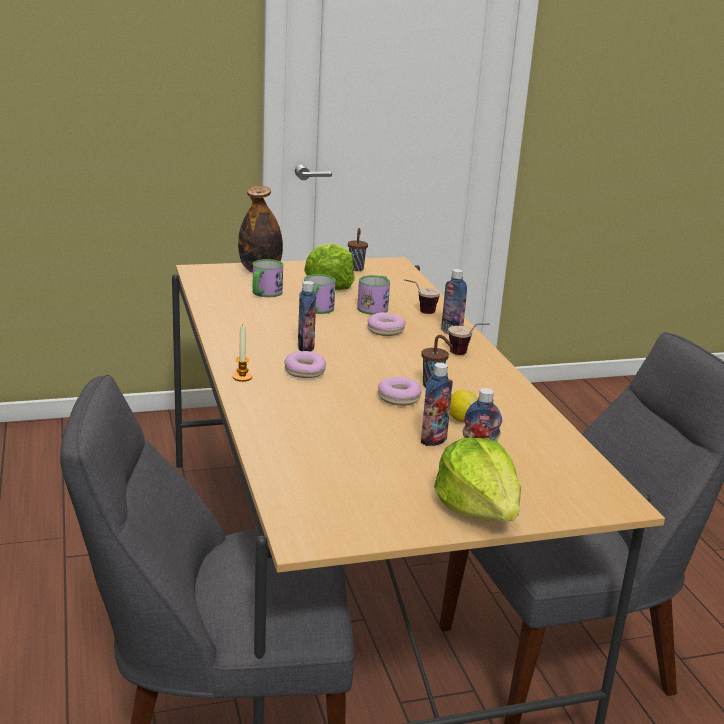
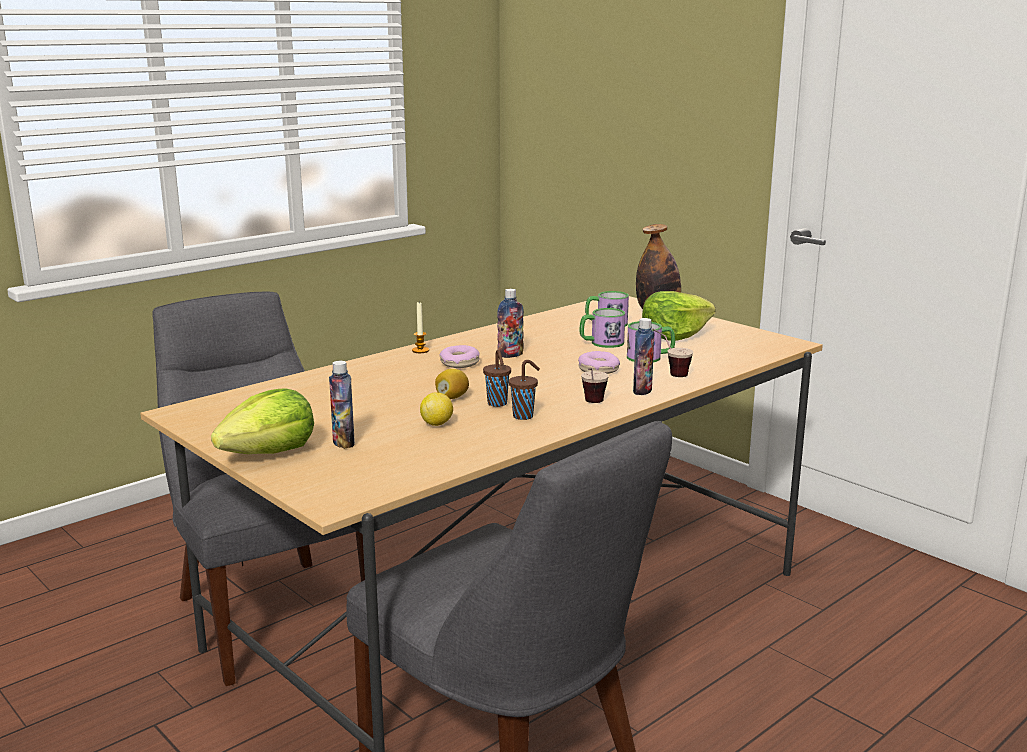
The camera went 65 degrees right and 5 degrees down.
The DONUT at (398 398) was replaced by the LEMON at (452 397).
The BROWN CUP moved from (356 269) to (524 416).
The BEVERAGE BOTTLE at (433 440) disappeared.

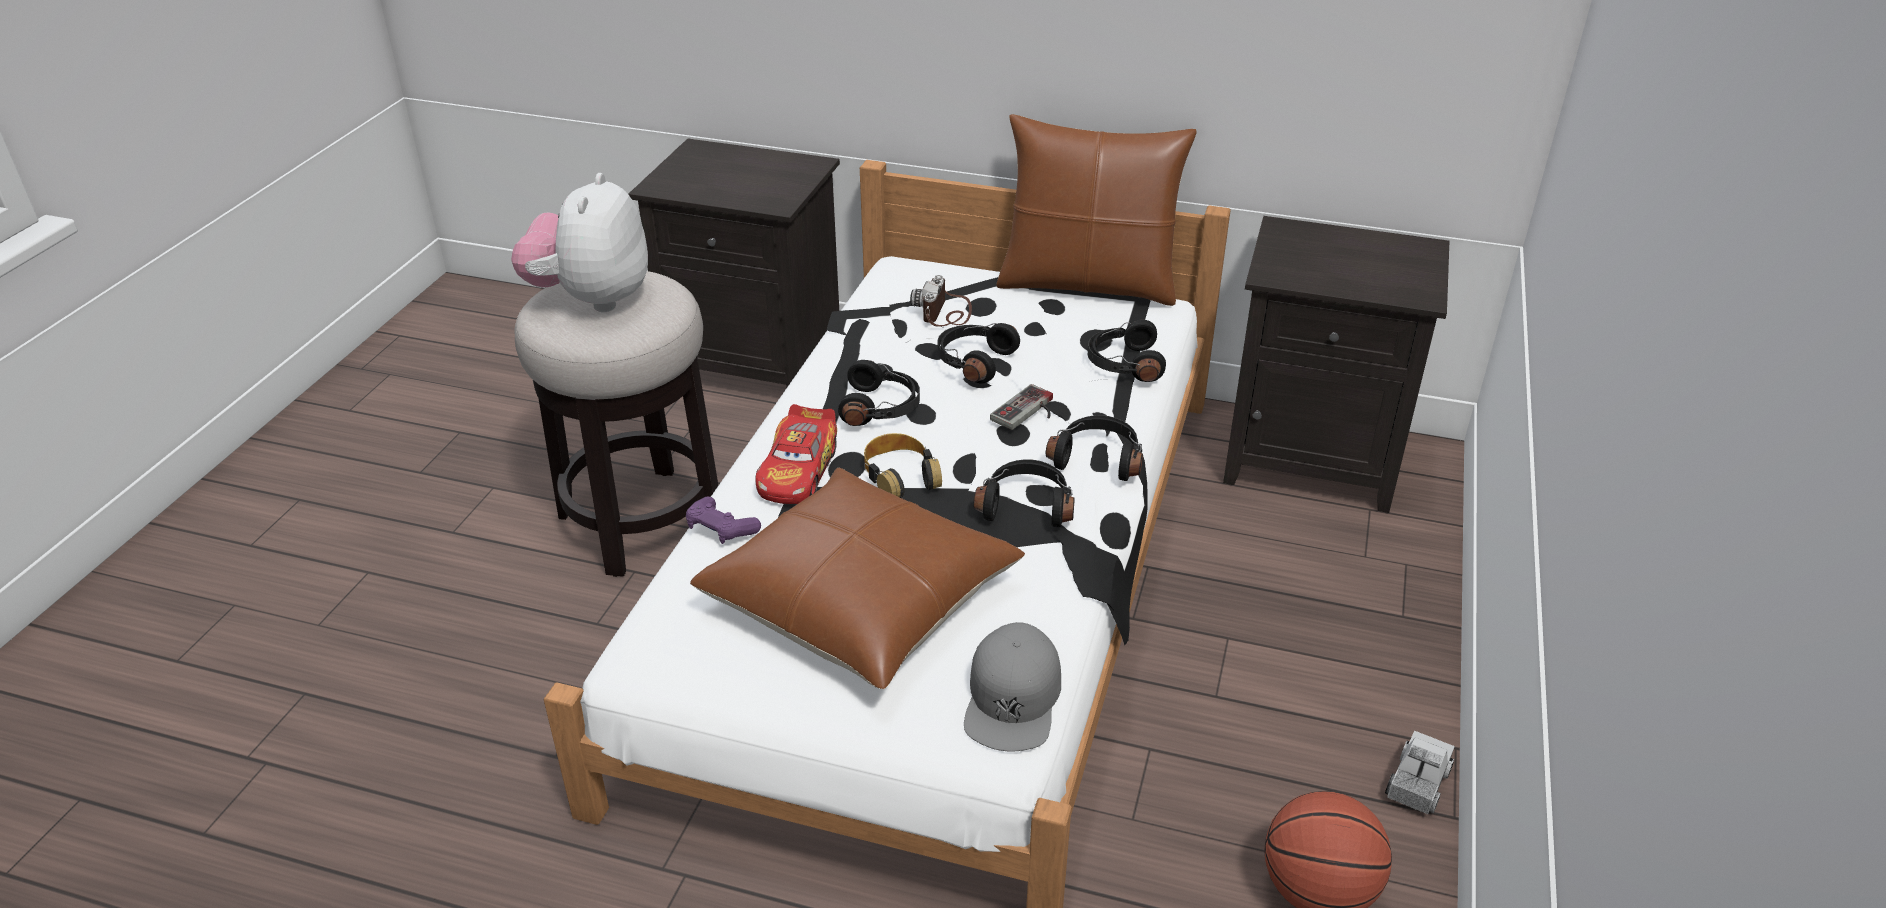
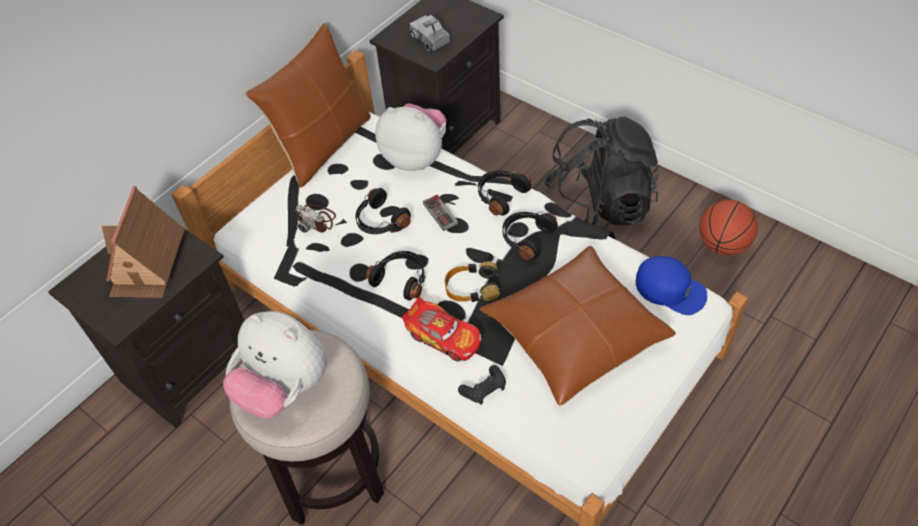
The camera went 65 degrees left and 15 degrees up.
The MODEL HOUSE at (147 263) appeared.
The BLACK-COLOURED HEADPHONES at (1123 364) was replaced by the PLUSH TOY at (416 157).
The MODEL TRUCK moved from (1417 784) to (430 40).
The PURPLE JOYPAD at (721 529) became the BLACK-COLOURED JOYPAD at (484 389).
The BLACK-COLOURED BACKPACK at (598 207) appeared.
The GREYISH CAP at (1013 698) became the BLUE-COLOURED CAP at (670 289).

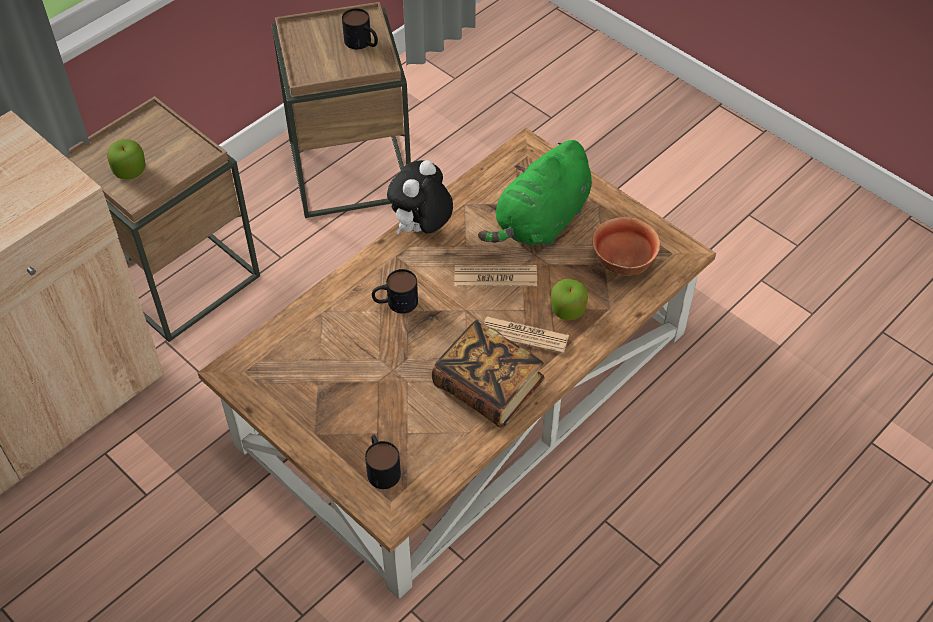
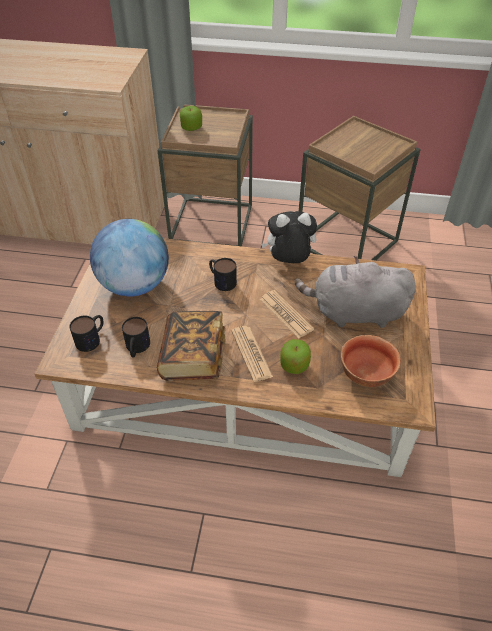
The camera went 55 degrees right and 5 degrees down.
The GLOBE at (135 285) appeared.
The TEA MUG moved from (362 43) to (136 348).
The GREENISH PLUSH TOY at (540 222) became the GREYISH PLUSH TOY at (354 313).

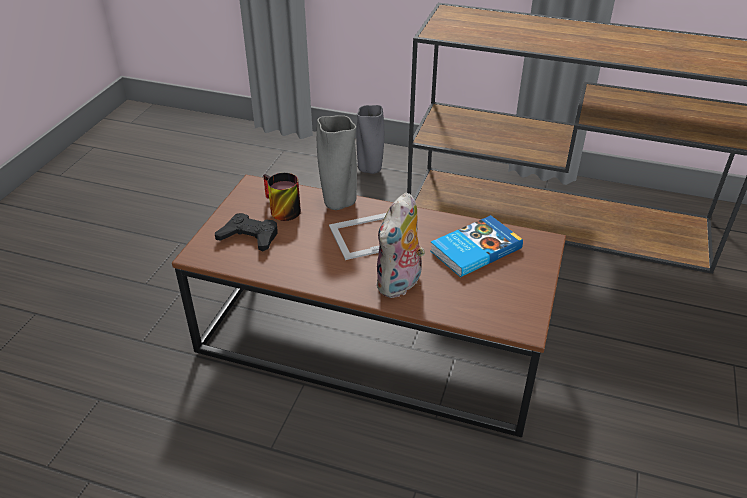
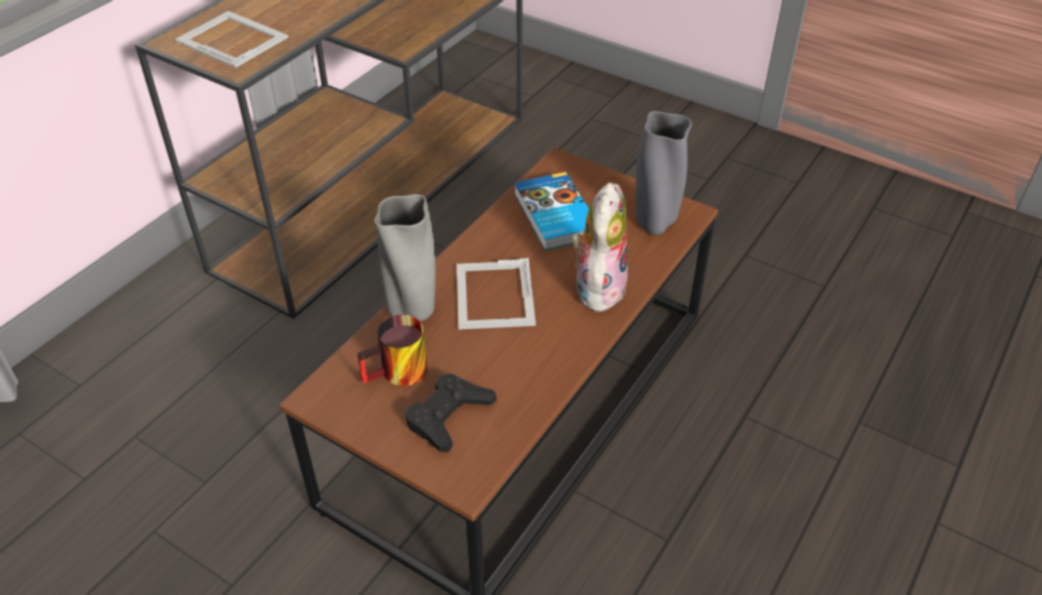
The camera went 75 degrees left and 5 degrees up.
The PICTURE FRAME at (231 38) appeared.
The PLUSH TOY at (400 285) turned 120 degrees counterclockwise.
The GREYISH FLOWER VASE moved from (370 170) to (655 224).

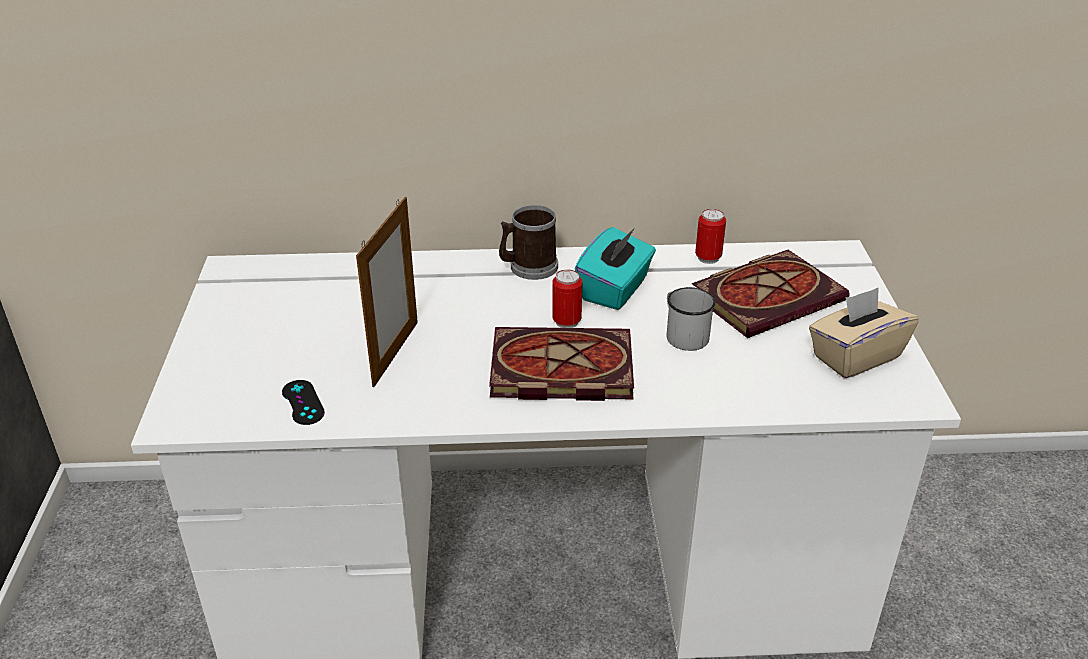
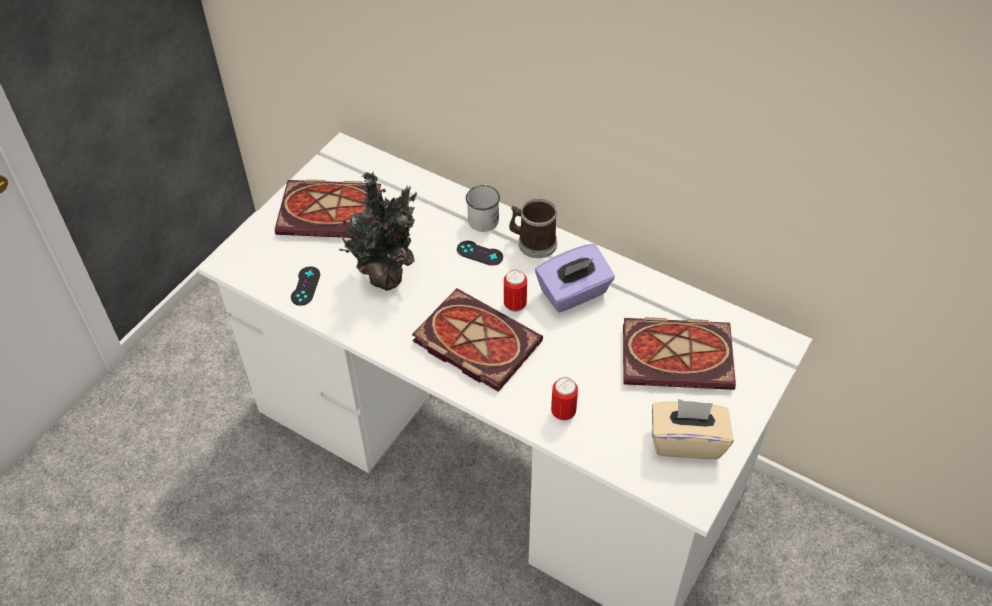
The camera went 35 degrees right and 15 degrees up.
The VOLUME at (333 212) appeared.
The PICTURE FRAME at (395 353) was replaced by the HOUSEPLANT at (387 275).
The BLACK-COLOURED JOYPAD at (479 253) appeared.
The WHITISH TEA MUG moved from (683 334) to (484 217).
The TURQUOISE TISSUE HOLDER at (615 290) became the PURPLE TISSUE HOLDER at (574 293).
The METAL CAN moved from (708 258) to (563 412).

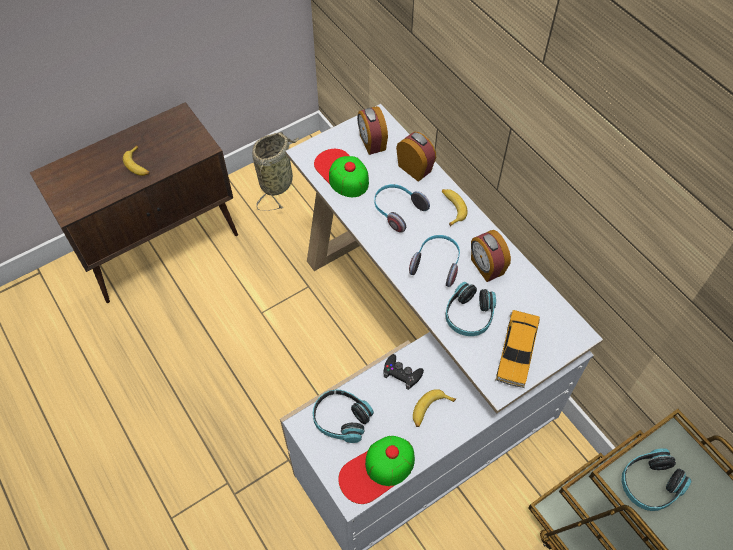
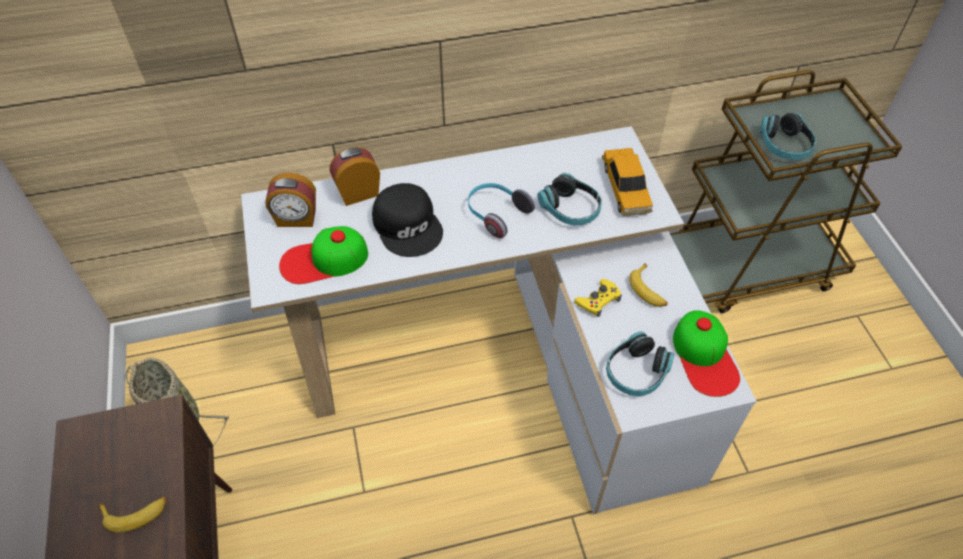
The camera went 70 degrees left and 5 degrees down.
The HEADPHONES at (397 211) was replaced by the BLACK-COLOURED CAP at (408 225).
The BLACK-COLOURED JOYPAD at (402 373) became the YELLOWISH JOYPAD at (598 300).
The TOY CAR at (516 352) turned 45 degrees clockwise.
The WHOLE BANANA at (451 208) disappeared.
The ALARM CLOCK at (486 267) disappeared.

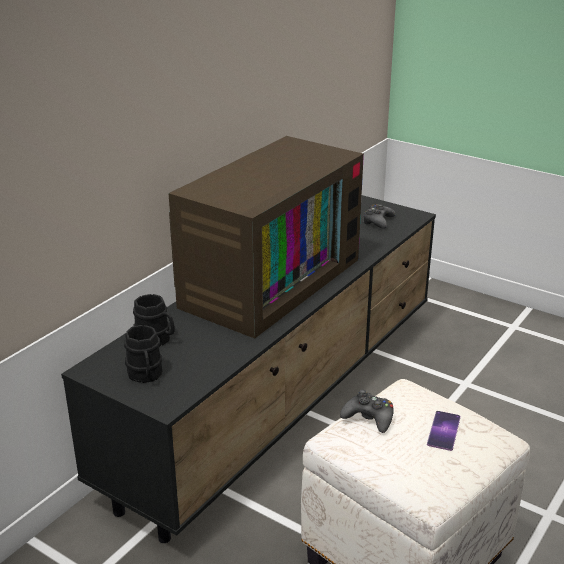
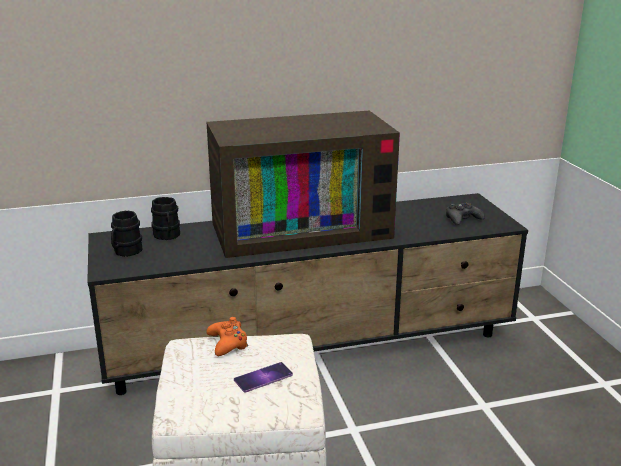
The camera went 40 degrees right and 5 degrees down.
The BLACK-COLOURED JOYPAD at (369 418) became the ORANGE JOYPAD at (228 343).

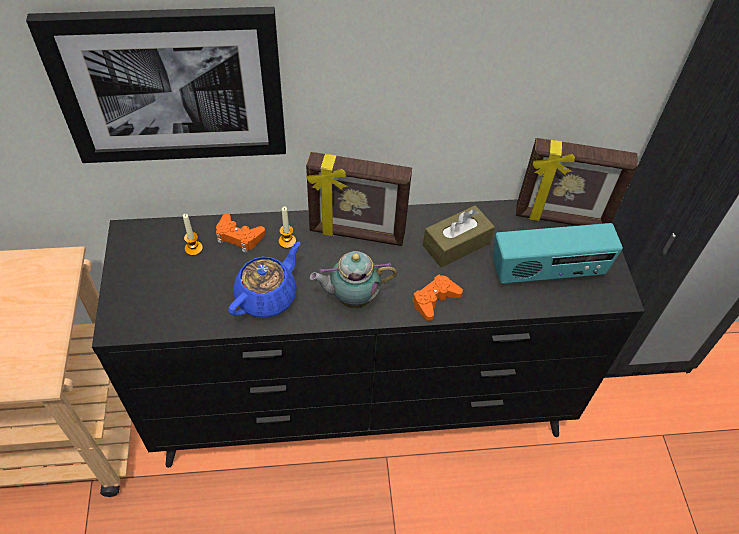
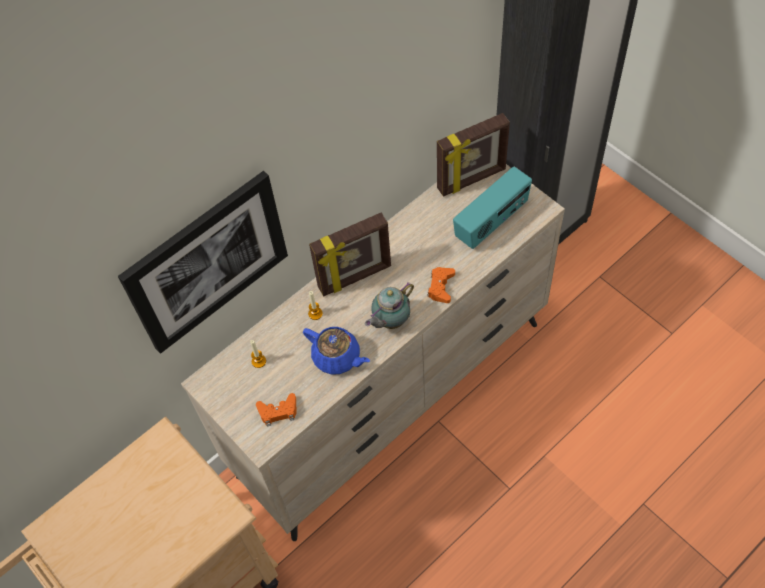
The camera went 30 degrees left and 5 degrees up.
The BLACK-COLOURED DRESSER at (363 405) became the BEIGE DRESSER at (393 398).
The ORANGE JOYPAD moved from (239 236) to (278 412).
The BLUE-COLOURED TEA POT at (267 296) turned 120 degrees clockwise.
The BROWN TISSUE HOLDER at (456 244) disappeared.

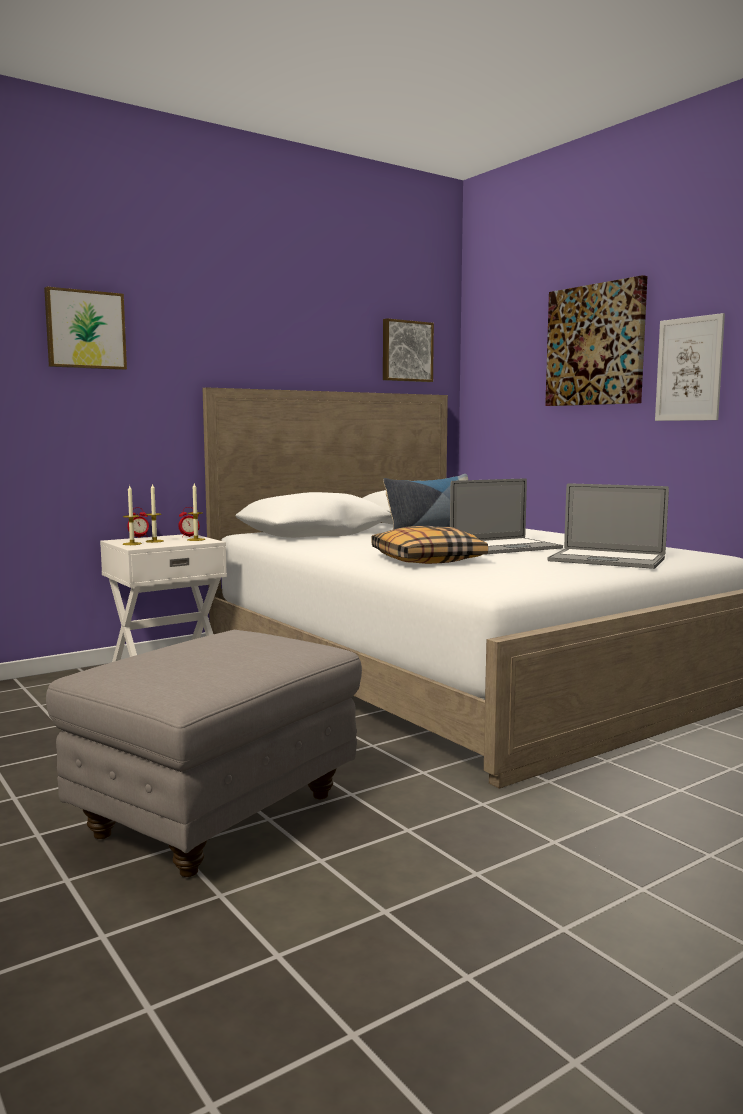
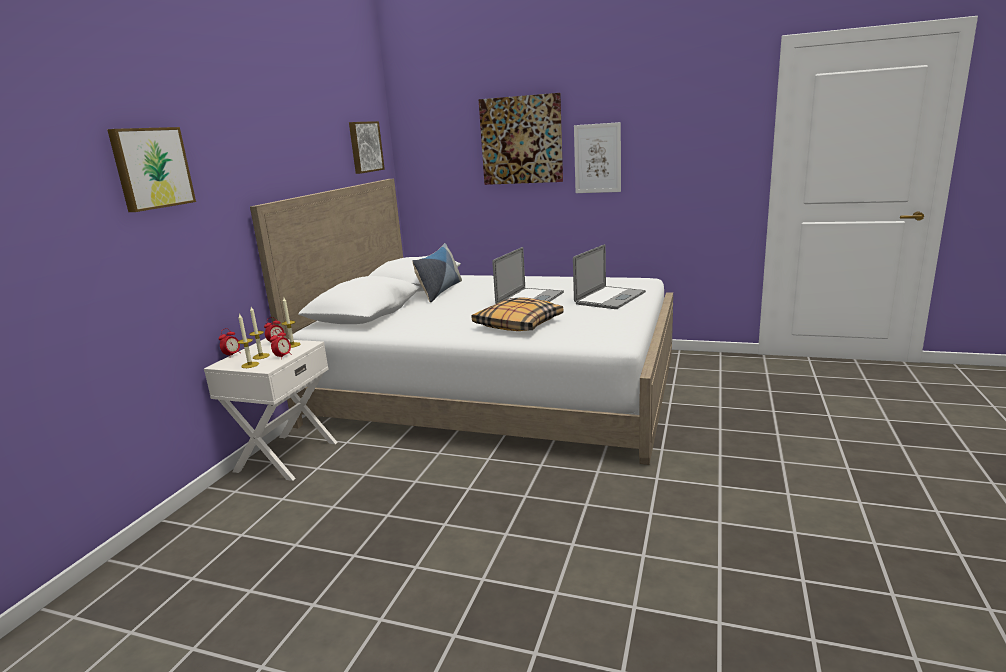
The camera went 35 degrees left and 10 degrees up.
The ALARM CLOCK at (283 356) appeared.
The NOTEBOOK COMPUTER at (606 560) turned 45 degrees counterclockwise.
The GREYISH OTTOMAN at (217 815) disappeared.

